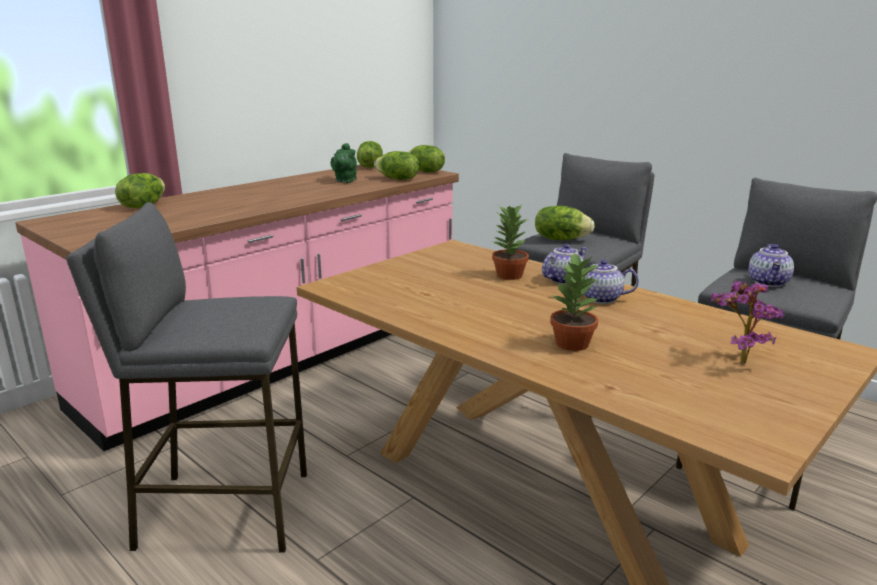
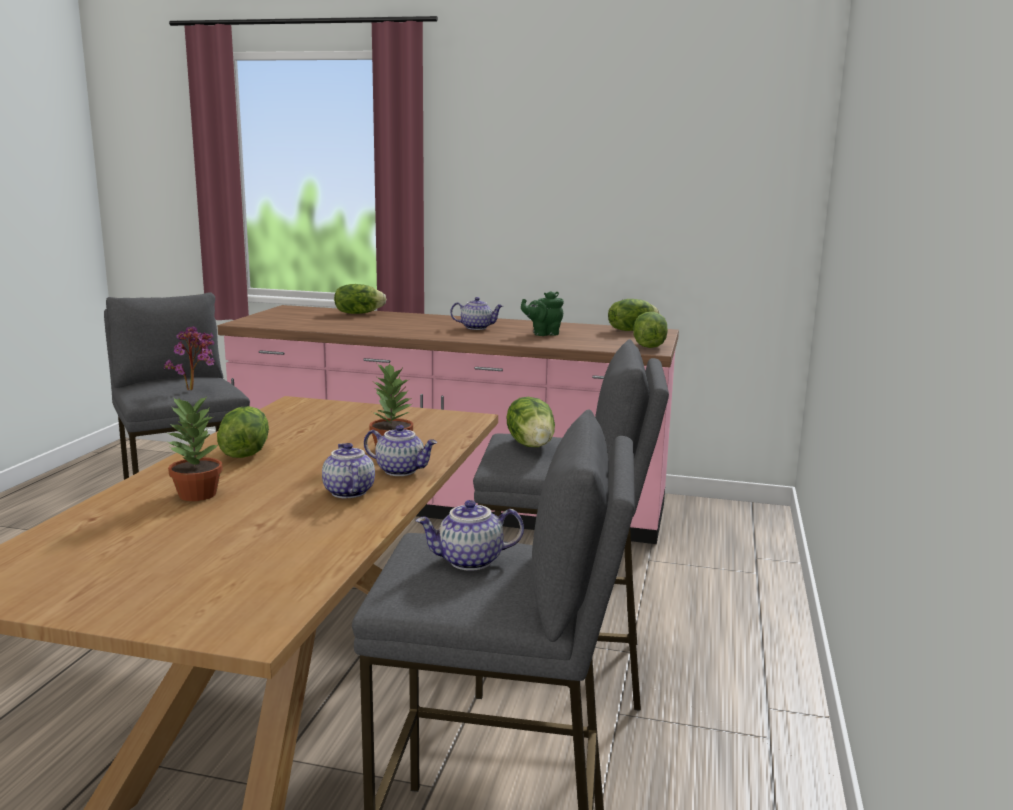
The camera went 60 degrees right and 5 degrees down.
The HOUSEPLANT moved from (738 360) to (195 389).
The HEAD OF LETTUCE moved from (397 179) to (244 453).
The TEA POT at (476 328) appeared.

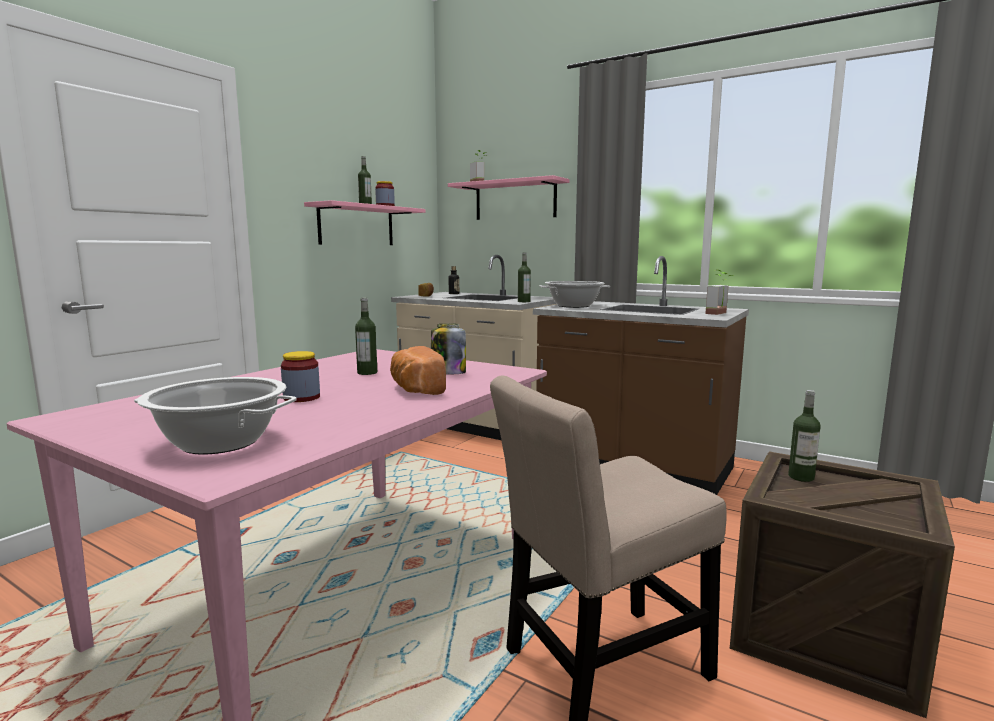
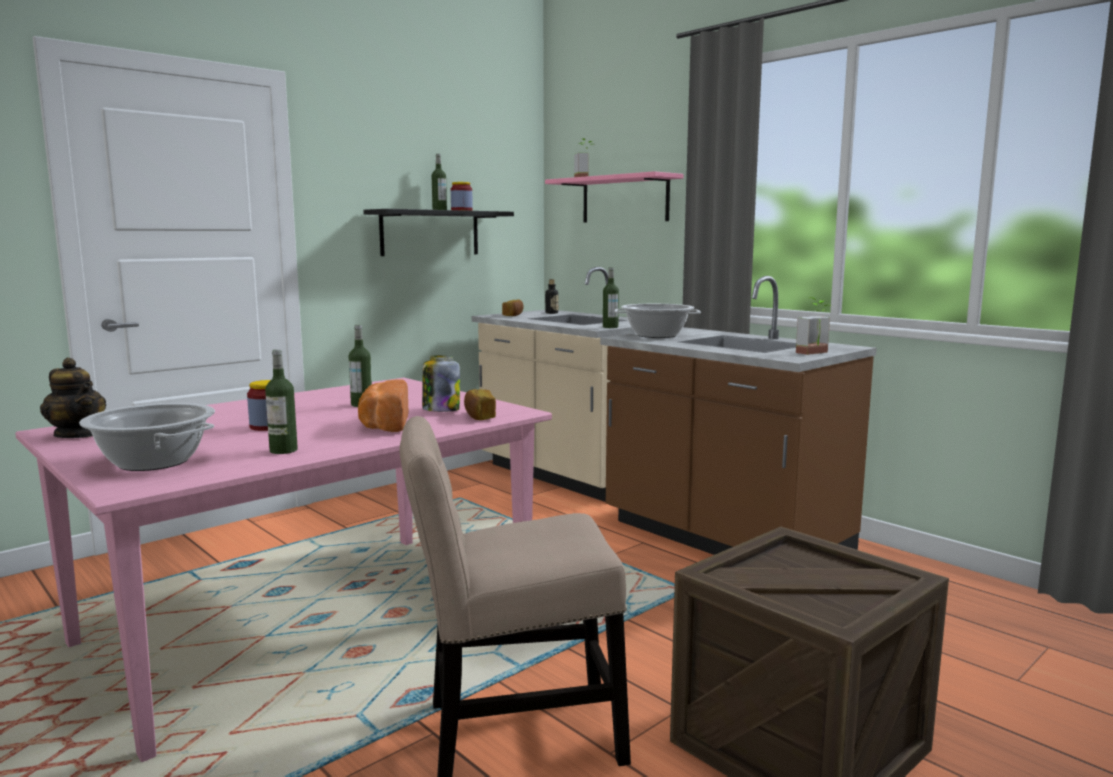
The camera went 15 degrees right and 0 degrees up.
The TEA POT at (77 435) appeared.
The BEVERAGE BOTTLE moved from (801 477) to (283 450).
The PINK-COLOURED BRACKET SHELF at (356 225) became the BLACK-COLOURED BRACKET SHELF at (430 233).
The BAKED BREAD at (479 416) appeared.

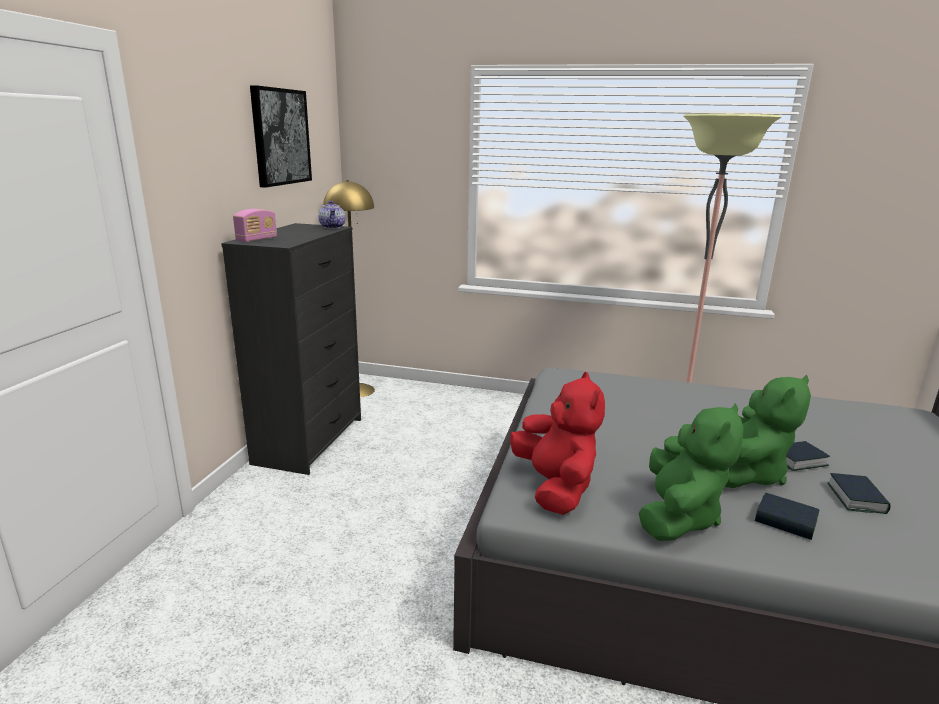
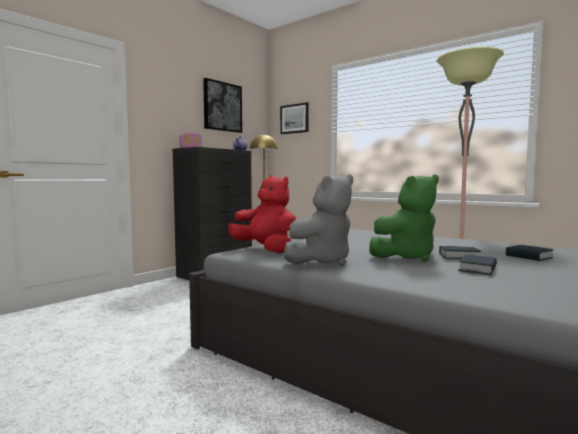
The camera went 25 degrees right and 15 degrees down.
The RED PLUSH TOY at (555 488) turned 60 degrees counterclockwise.
The WALL PICTURE at (294 118) appeared.
The GREENISH PLUSH TOY at (678 517) became the GREYISH PLUSH TOY at (322 261).
The VOLUME moved from (785 521) to (529 257).

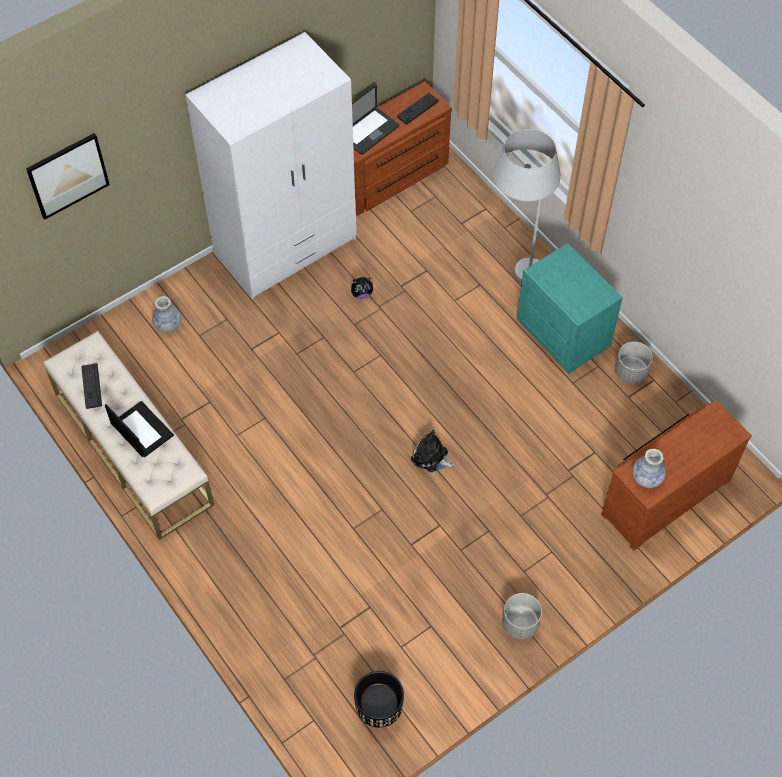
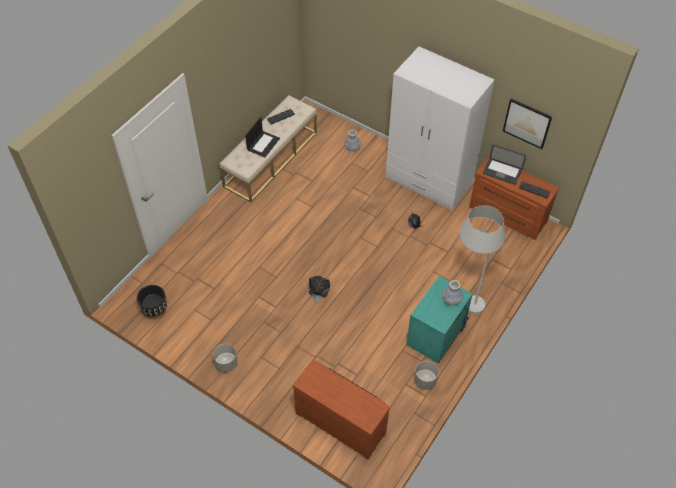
The camera went 70 degrees right and 5 degrees down.
The FLOWER VASE moved from (647 477) to (451 299).
The WALL PICTURE moved from (68 175) to (527 123).

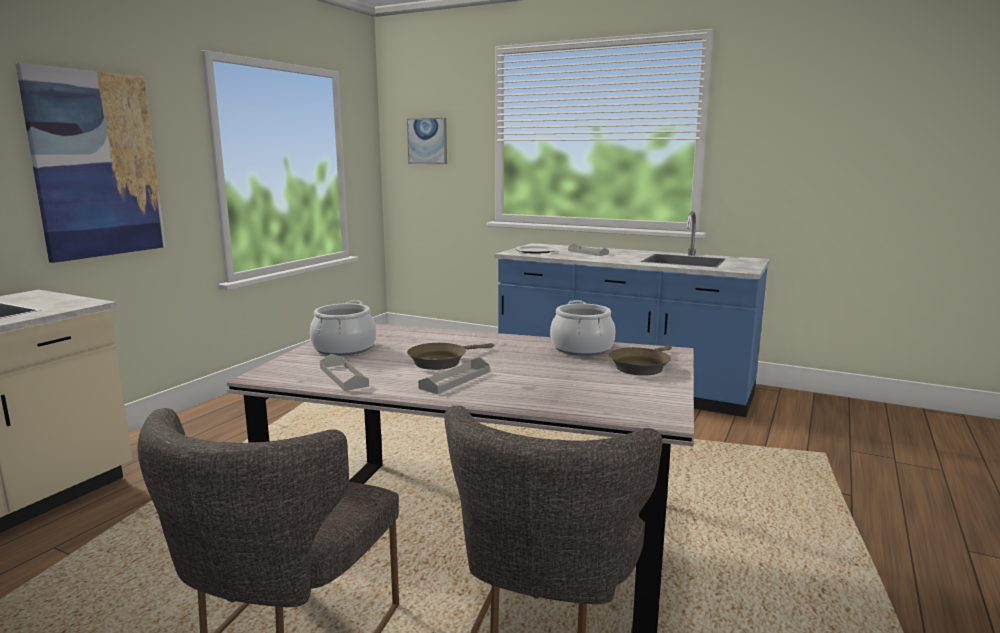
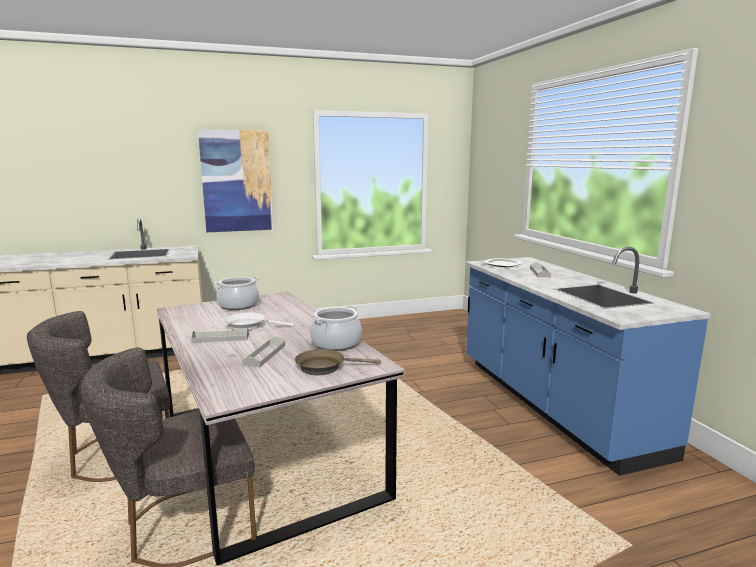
The camera went 45 degrees right and 0 degrees up.
The BROWN SKILLET at (441 361) became the WHITISH SKILLET at (249 326).
The GREYISH TRAY moved from (343 377) to (265 355).
The WALL PICTURE at (427 141) disappeared.

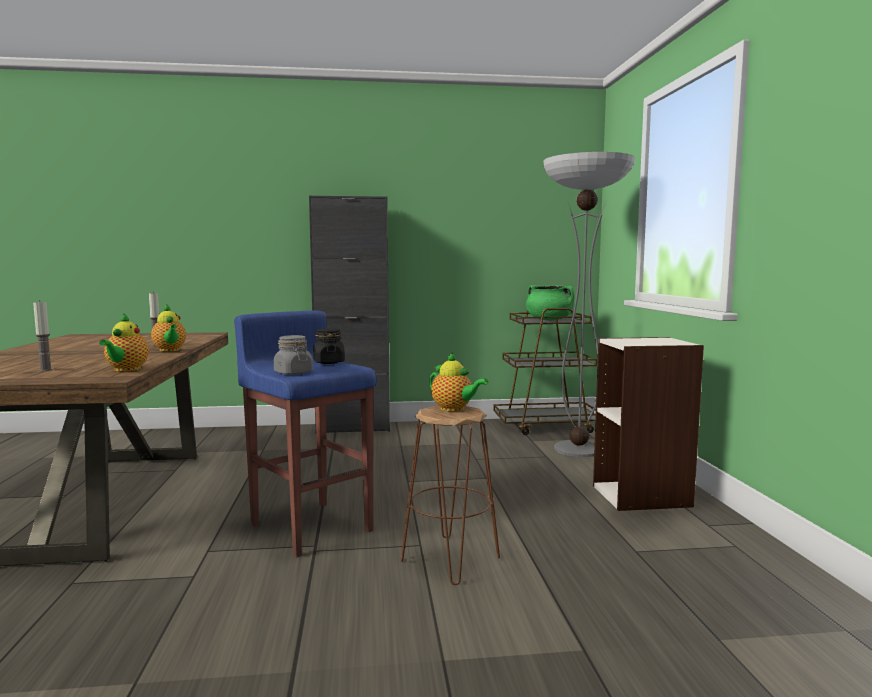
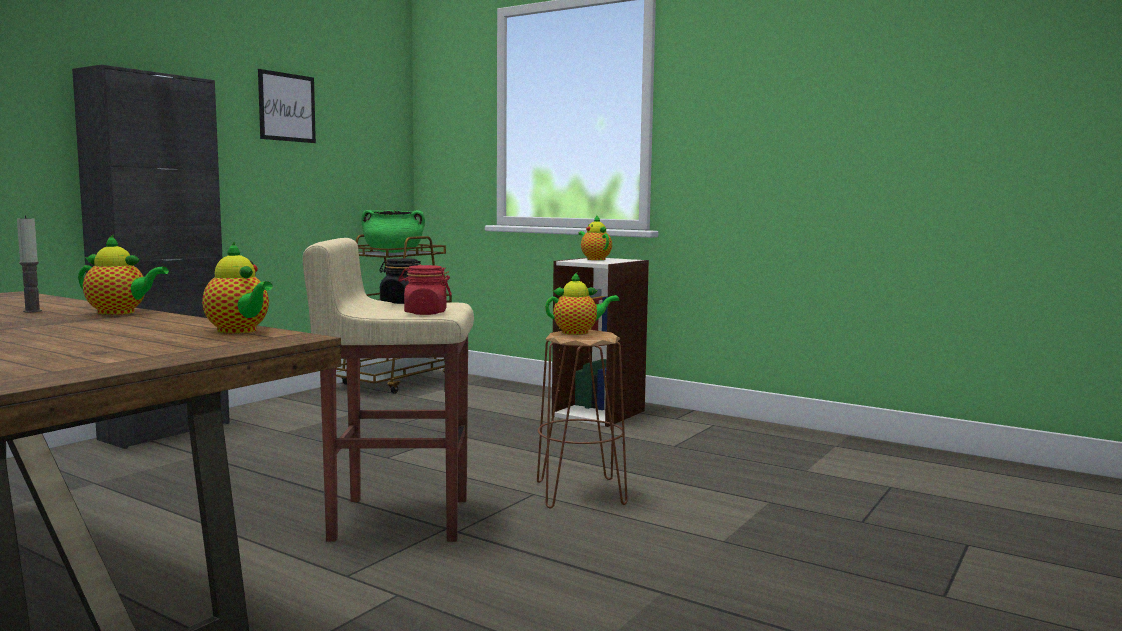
The camera went 50 degrees left and 0 degrees up.
The WALL PICTURE at (287 107) appeared.
The BLUE-COLOURED STOOL at (311 526) became the BEIGE STOOL at (398 518).
The GREYISH STORAGE JAR at (293 373) became the RED STORAGE JAR at (425 313).
The TEA POT at (594 259) appeared.
The CANDLE at (46 370) disappeared.
The FLOOR LAMP at (578 449) disappeared.

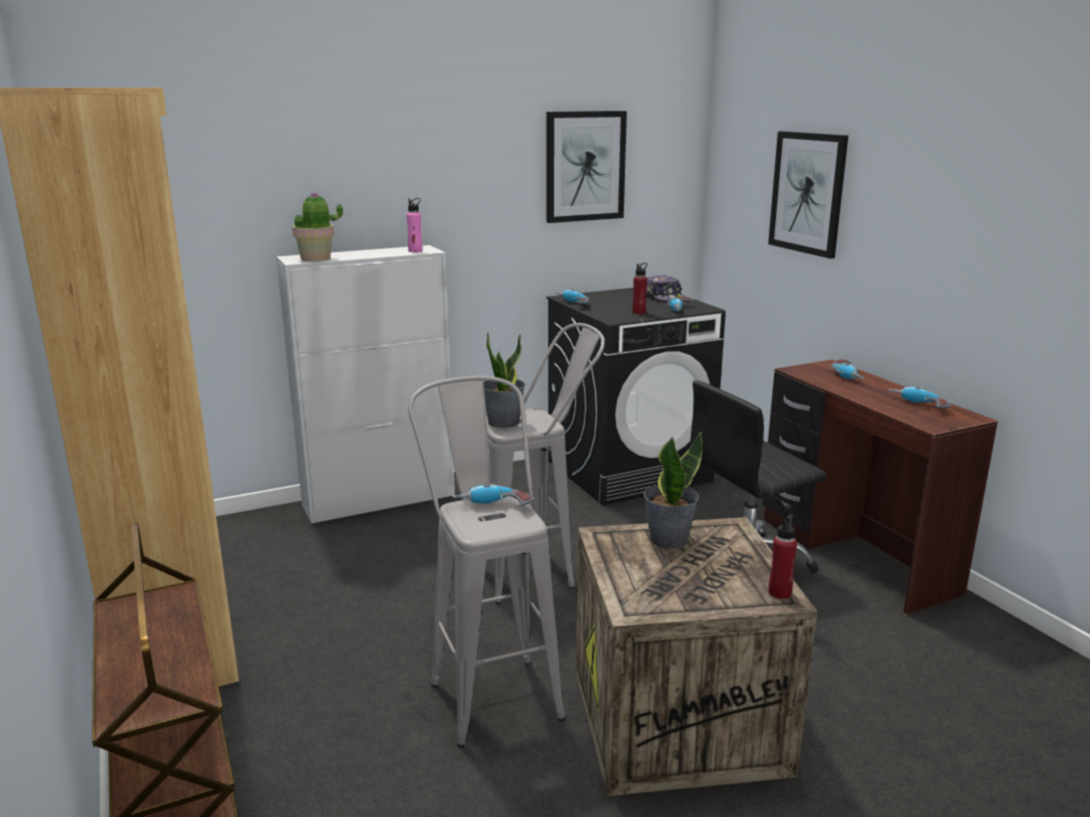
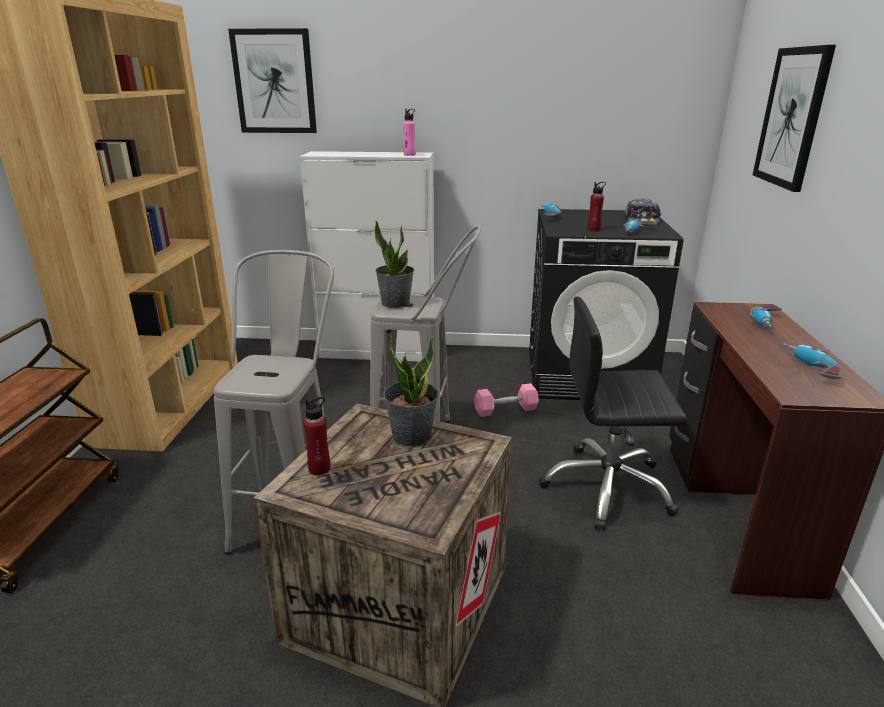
The camera went 30 degrees right and 5 degrees up.
The WALL PICTURE moved from (585 166) to (274 82).
The RED BEVERAGE BOTTLE moved from (780 593) to (319 469).
The PINK-COLOURED FREE WEIGHT at (505 410) appeared.
The HOUSEPLANT at (316 258) disappeared.
The ELECTRIC DRILL at (493 506) disappeared.

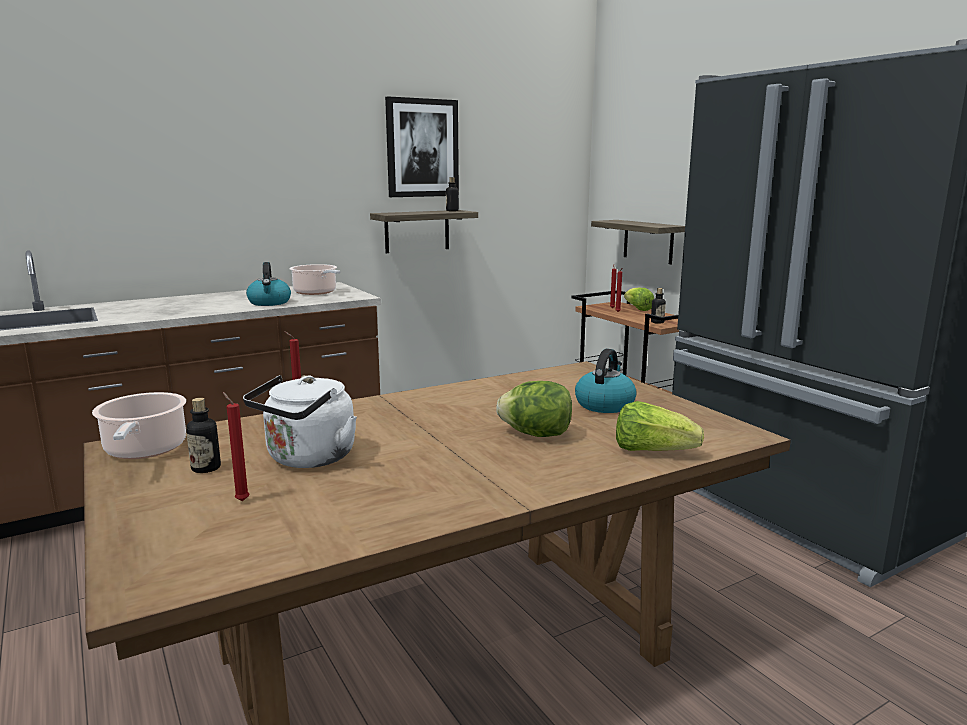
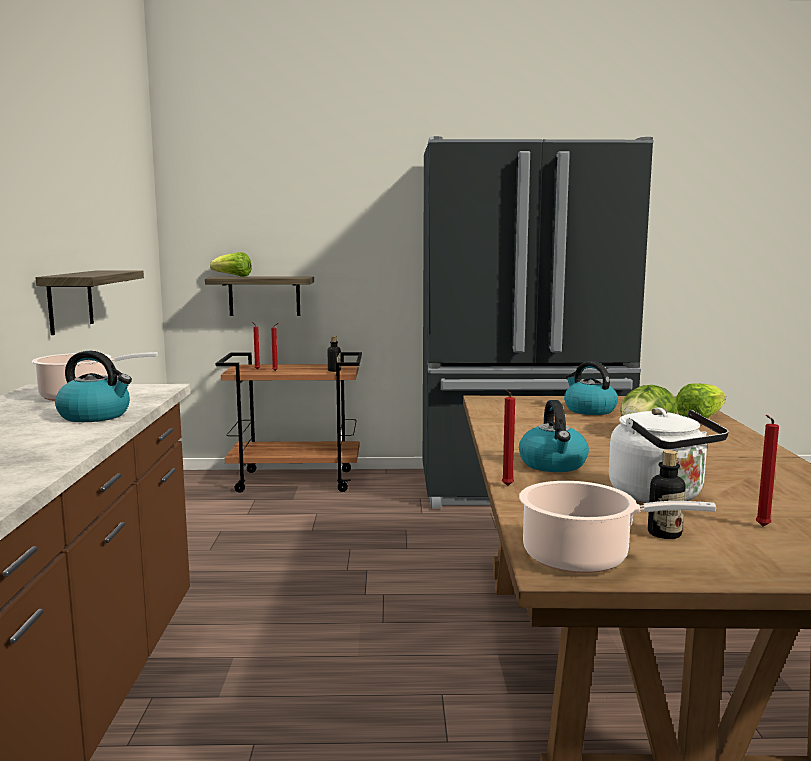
The camera went 60 degrees left and 5 degrees down.
The HEAD OF LETTUCE moved from (637 309) to (233 276).
The KETTLE at (553 464) appeared.
The WALL PICTURE at (422 148) disappeared.
The BEVERAGE BOTTLE at (452 211) disappeared.

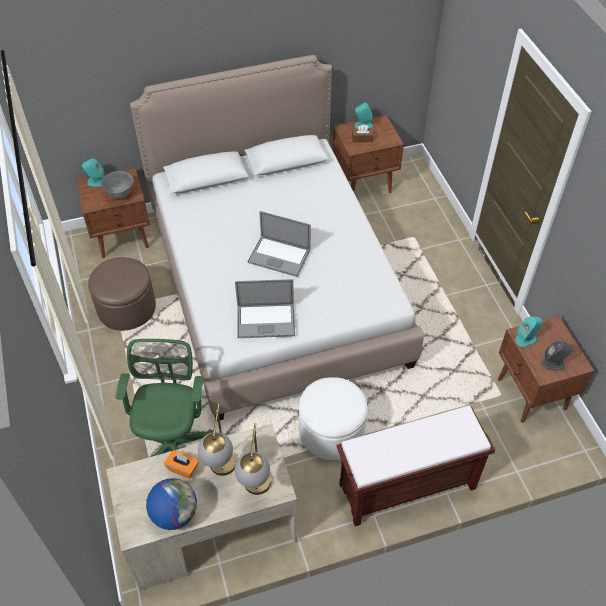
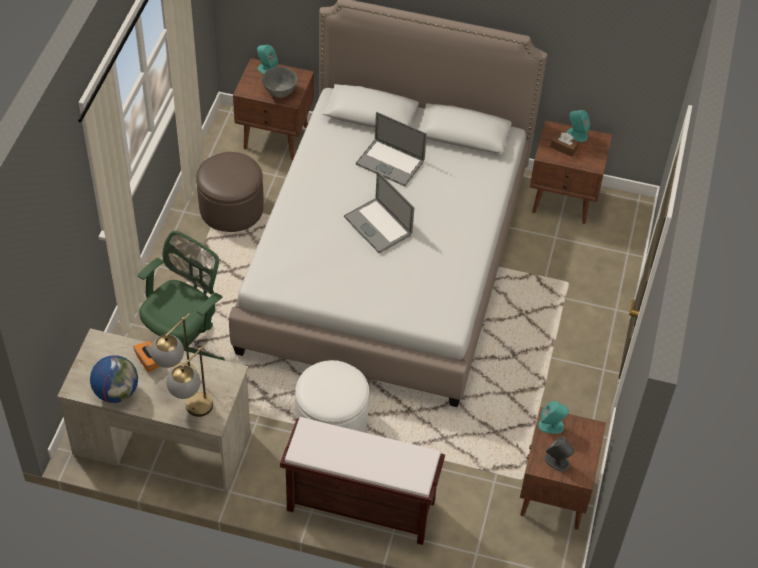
The camera went 30 degrees right and 0 degrees up.
The NOTEBOOK COMPUTER moved from (266 321) to (390 162).

